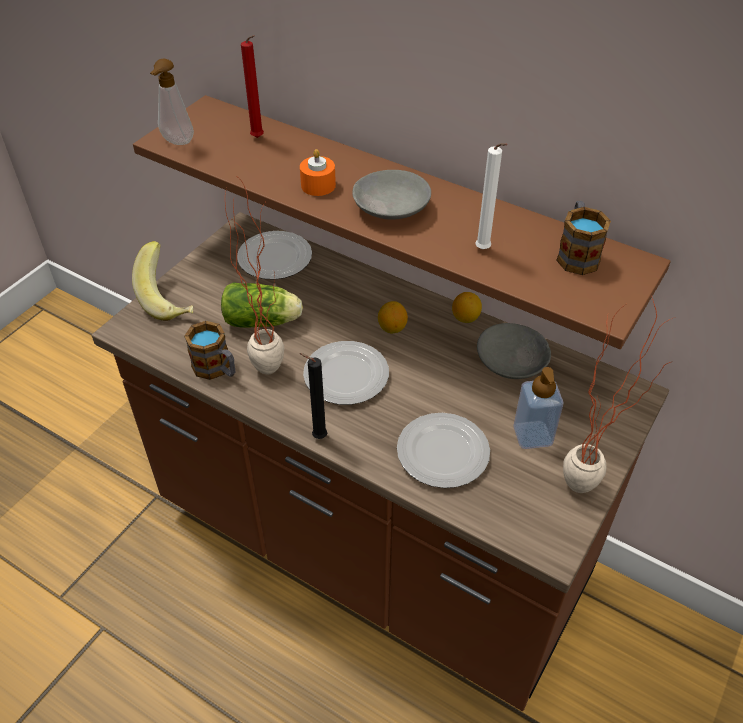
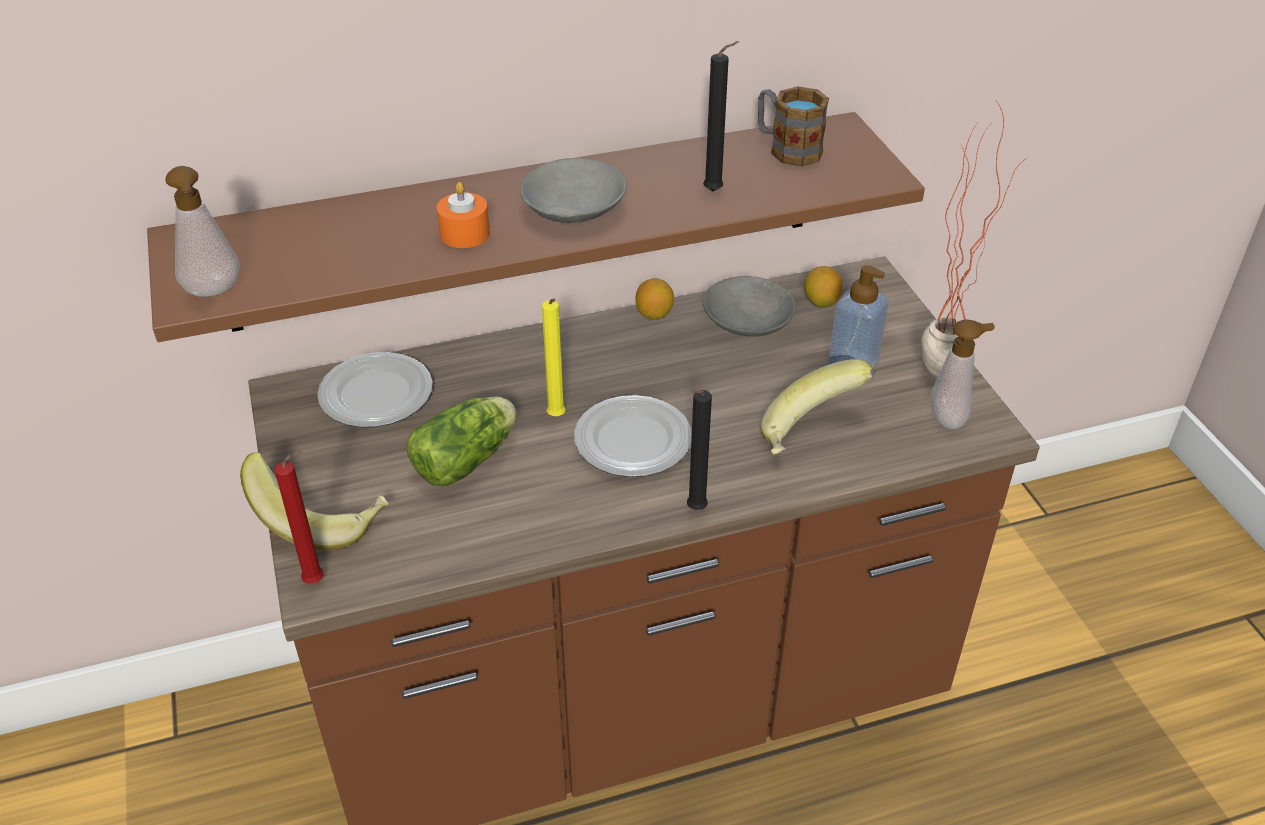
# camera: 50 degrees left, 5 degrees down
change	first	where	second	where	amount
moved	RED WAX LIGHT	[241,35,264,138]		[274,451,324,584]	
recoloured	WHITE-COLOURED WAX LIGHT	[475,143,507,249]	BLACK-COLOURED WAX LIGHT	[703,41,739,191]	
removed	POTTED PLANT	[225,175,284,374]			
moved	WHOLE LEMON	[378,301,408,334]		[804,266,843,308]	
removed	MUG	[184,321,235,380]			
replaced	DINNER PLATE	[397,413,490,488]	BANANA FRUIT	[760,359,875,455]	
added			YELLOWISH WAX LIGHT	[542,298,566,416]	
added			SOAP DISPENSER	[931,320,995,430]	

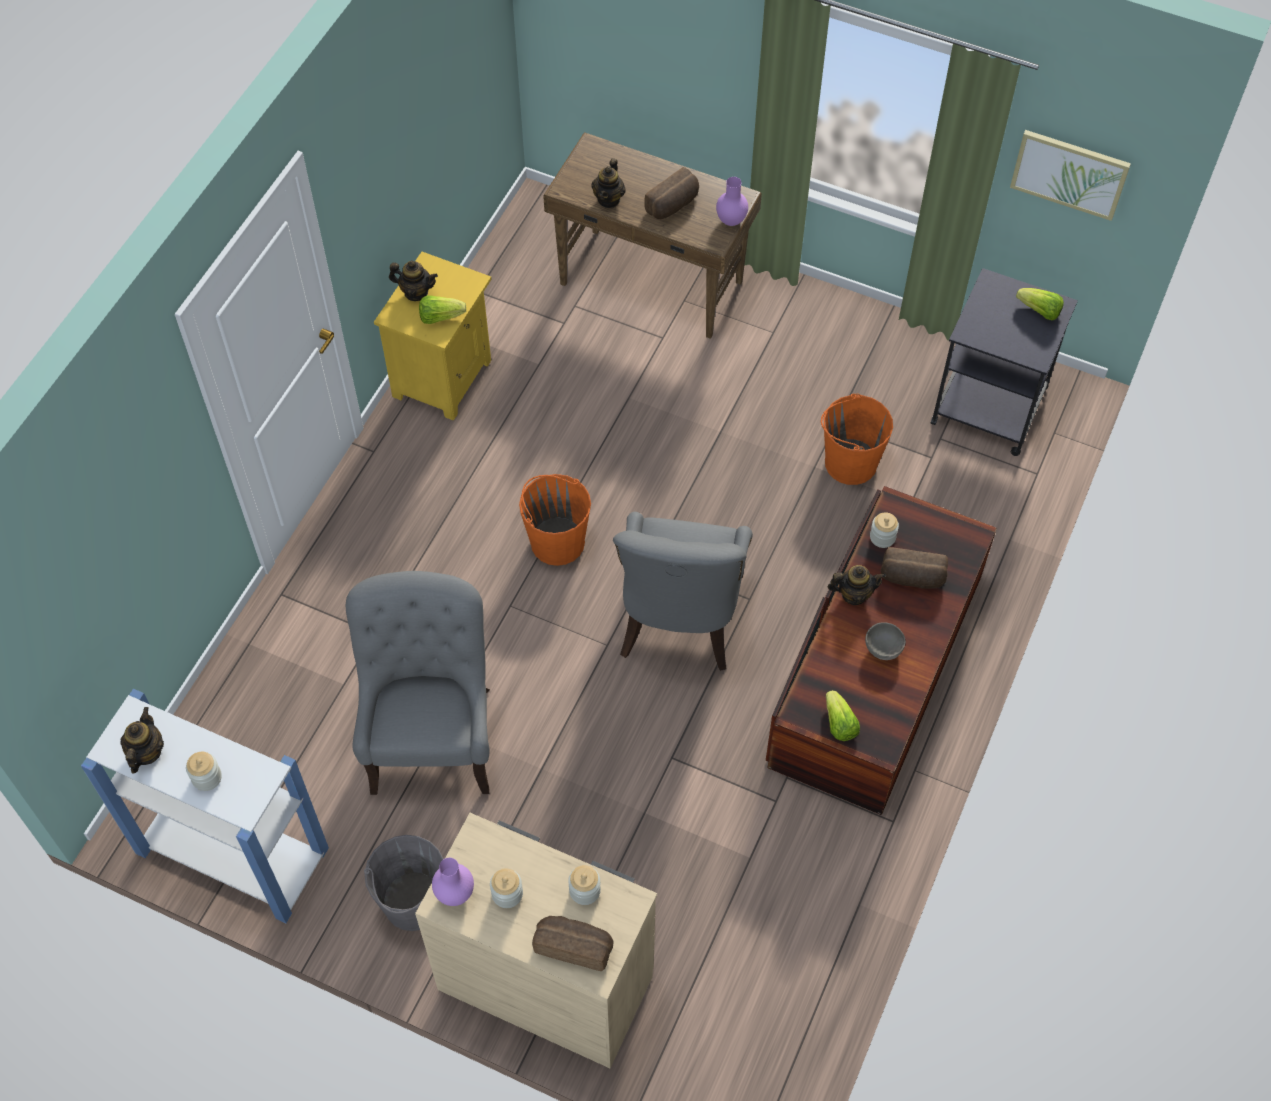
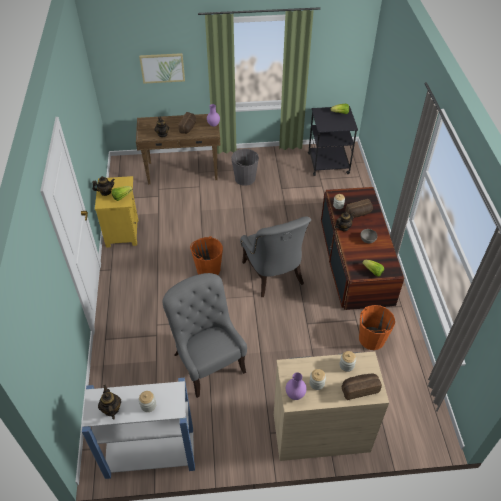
# camera: 30 degrees left, 10 degrees down
change	first	where	second	where	amount
moved	PICTURE	[1010,130,1131,221]		[139,53,185,84]	
moved	ORANGE-COLOURED BUCKET	[821,394,893,485]		[359,305,395,350]	
moved	GRAY BUCKET	[364,835,443,931]		[231,149,259,186]	

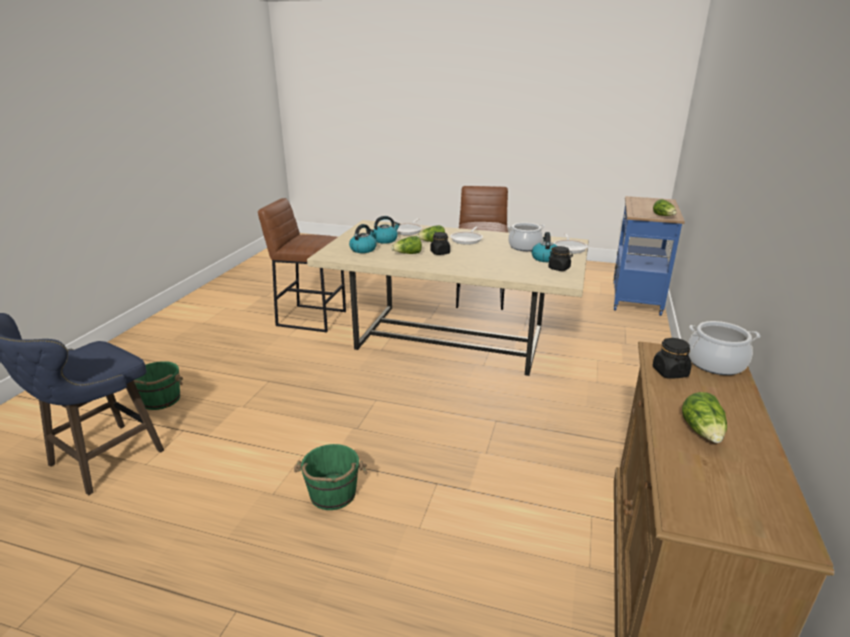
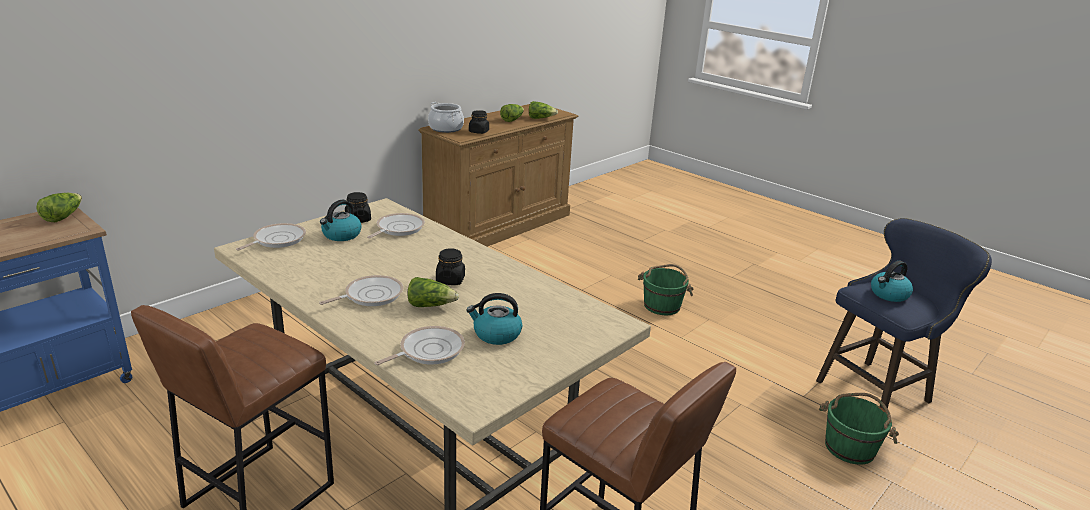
# camera: 155 degrees left, 0 degrees up
change	first	where	second	where	amount
removed	STOCKPOT	[508,223,545,251]			
moved	WATER KETTLE	[349,224,377,253]		[871,261,913,302]	
moved	LETTUCE	[391,236,422,254]		[529,101,558,119]	
added			PAN	[367,213,425,238]	

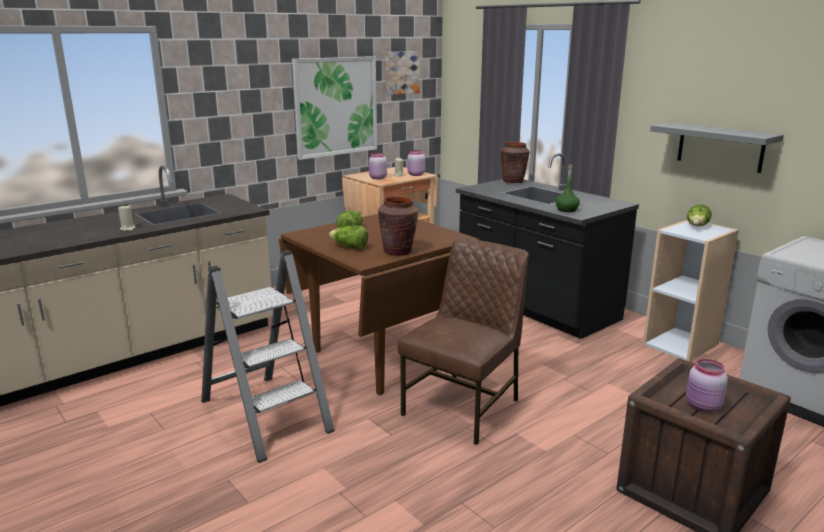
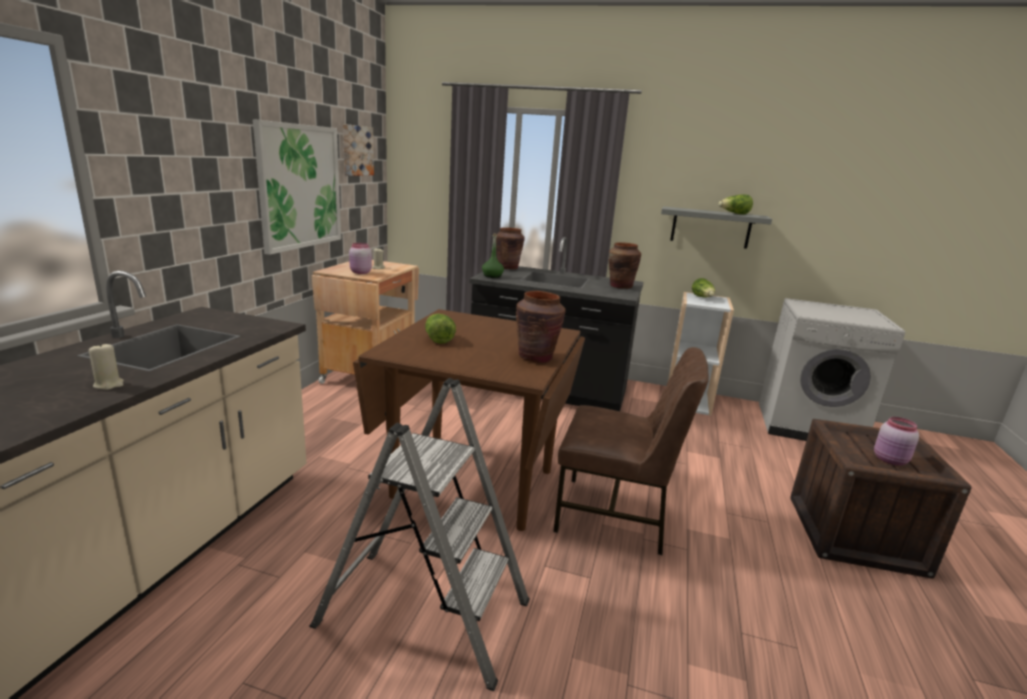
# camera: 35 degrees left, 0 degrees up
change	first	where	second	where	amount
removed	PINK JAR	[407,150,425,176]			
moved	GREEN-COLOURED BEVERAGE BOTTLE	[556,165,580,212]		[482,234,504,278]	
moved	LETTUCE	[329,225,368,249]		[718,194,753,214]	
turned	BROWN UPRIGHT CHAIR	[398,238,529,445]		[553,347,709,555]	105 degrees clockwise
added			BROWN VASE	[609,242,641,289]	

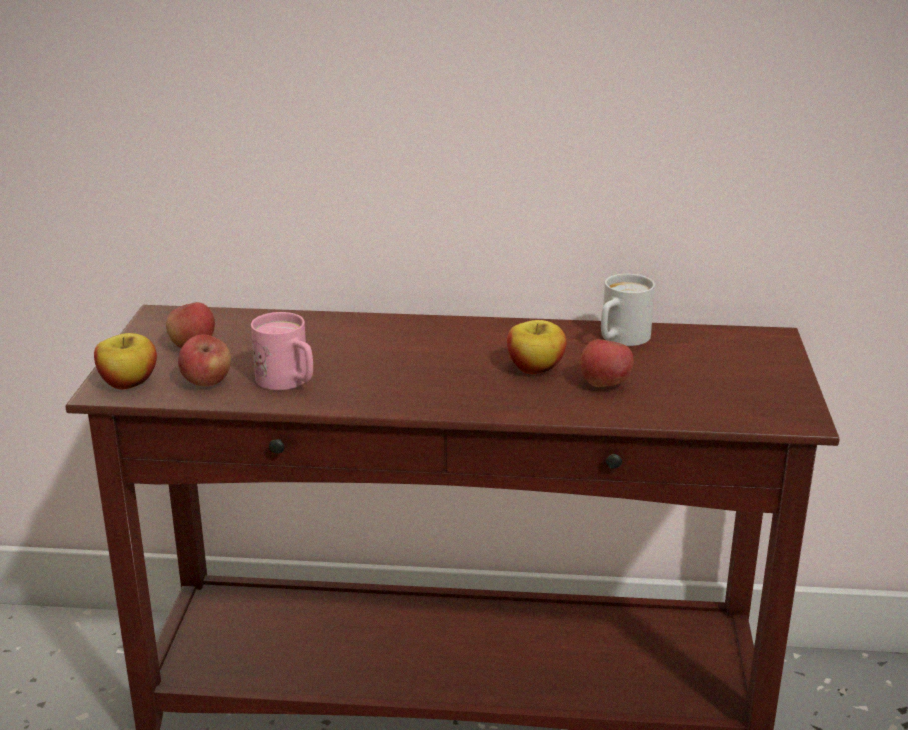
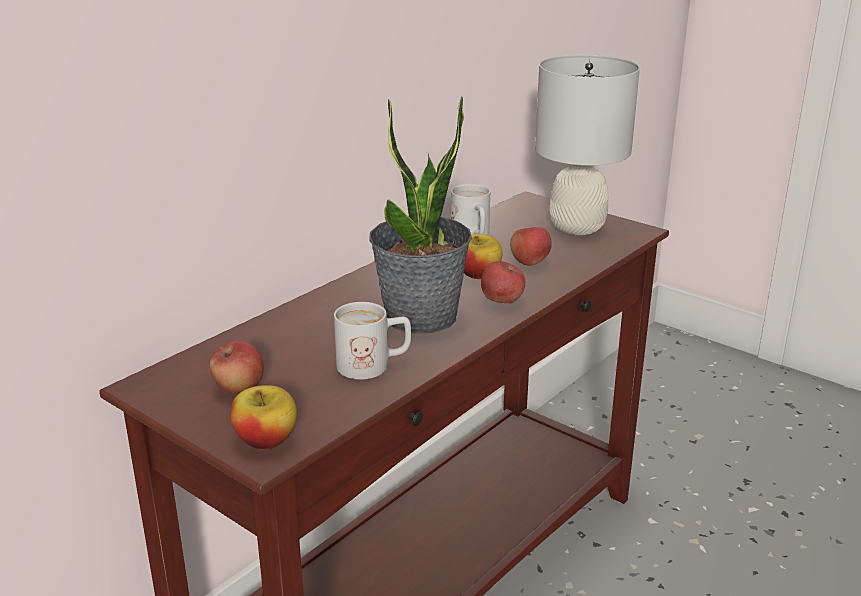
# camera: 55 degrees left, 0 degrees up
change	first	where	second	where	amount
recoloured	PINK MUG	[251,312,313,390]	WHITE-COLOURED MUG	[334,302,411,380]	
moved	APPLE	[178,334,231,386]		[481,261,525,303]	
added			GRAY TABLE LAMP	[535,54,640,236]	
added			POTTED PLANT	[369,96,472,334]	

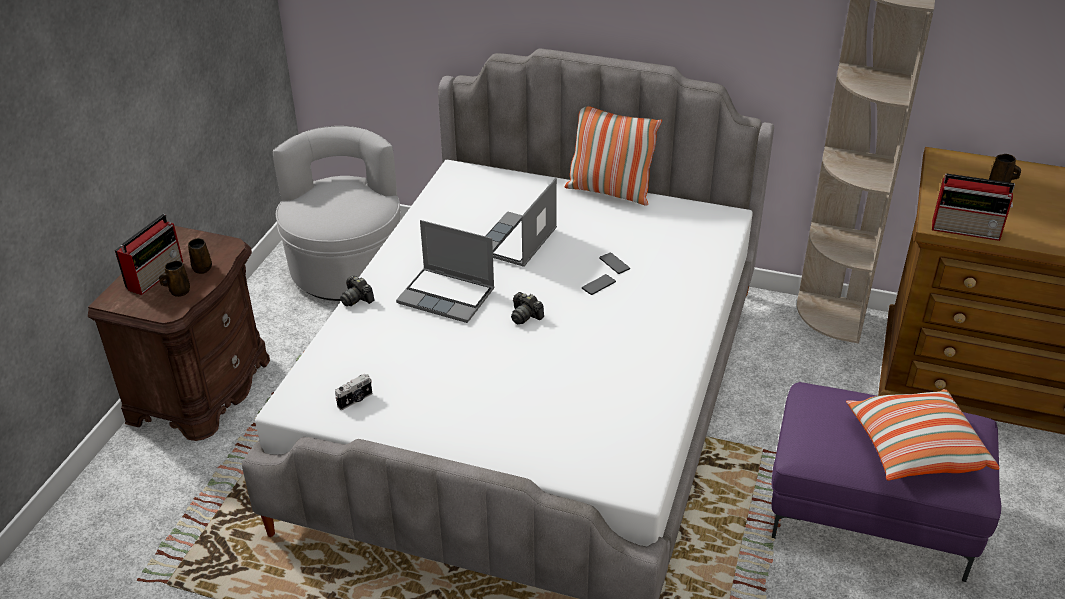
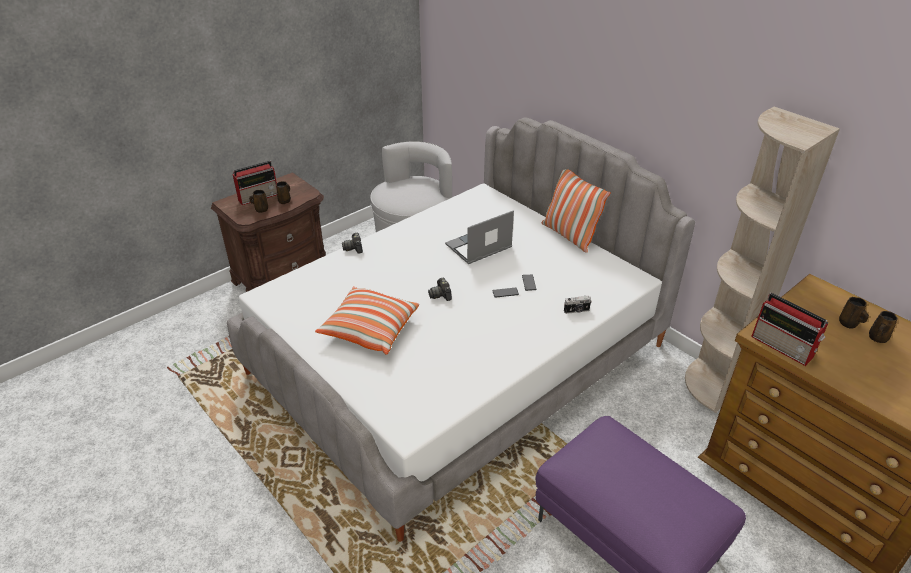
# camera: 30 degrees right, 0 degrees up
change	first	where	second	where	amount
removed	PORTABLE COMPUTER	[396,220,495,323]			
moved	PHOTO CAMERA	[335,374,372,410]		[564,296,592,314]	
moved	CUSHION	[846,389,999,481]		[315,287,419,355]	
added			BROWN MUG	[869,311,898,343]	

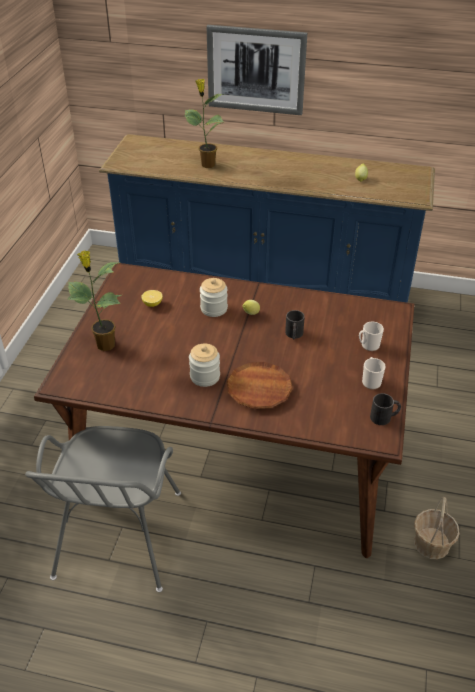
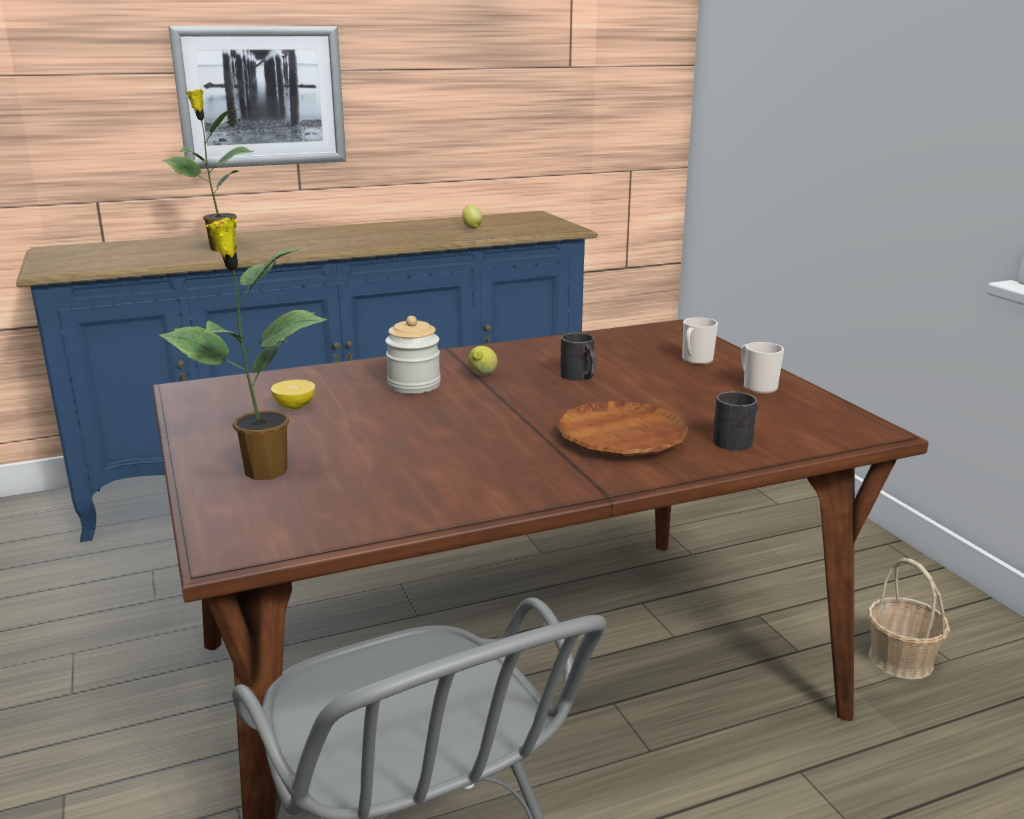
# camera: 35 degrees left, 20 degrees down
change	first	where	second	where	amount
removed	JAR	[189,344,220,387]			
moved	BLACK-COLOURED MUG	[370,393,401,425]		[713,392,758,450]	

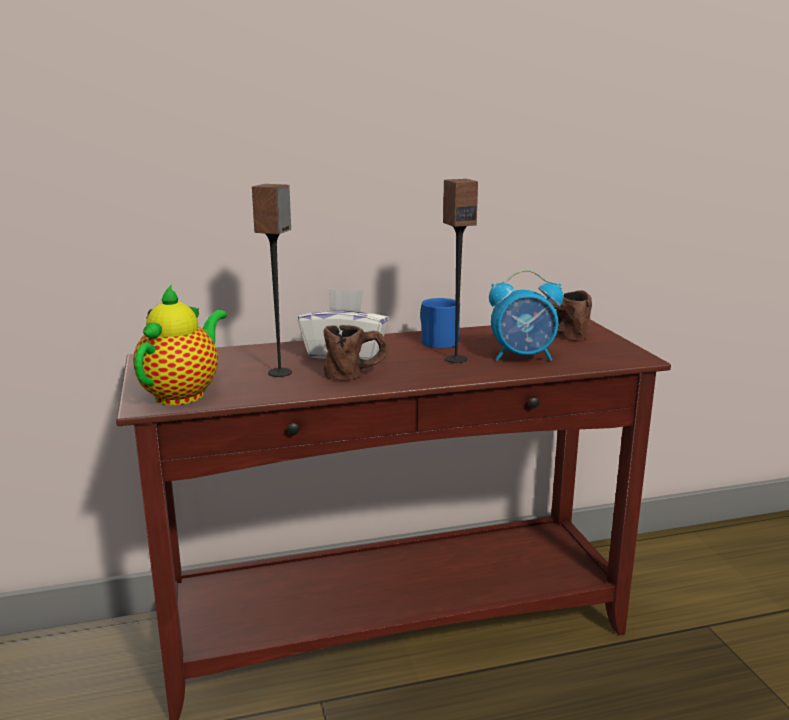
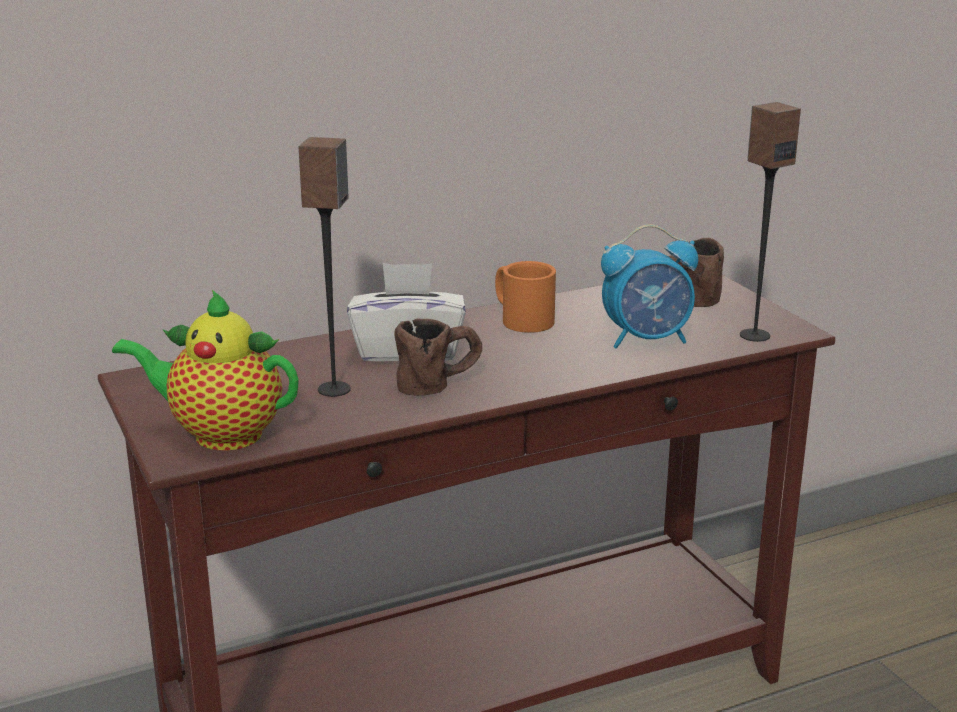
# camera: 10 degrees left, 5 degrees up
change	first	where	second	where	amount
moved	AUDIO SPEAKER	[443,179,478,363]		[740,102,801,342]	
turned	POT FOR TEA	[133,284,227,405]		[112,290,299,450]	90 degrees counterclockwise
recoloured	BLUE-COLOURED MUG	[420,298,460,348]	ORANGE-COLOURED MUG	[495,261,556,333]	

